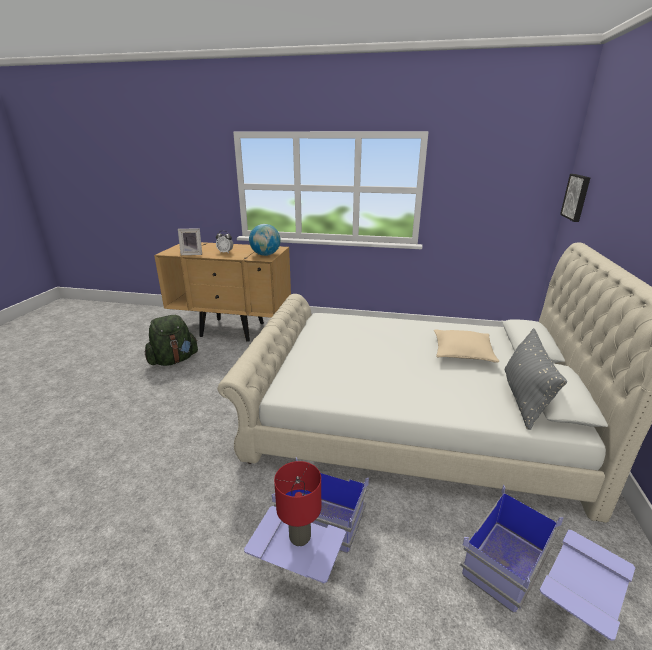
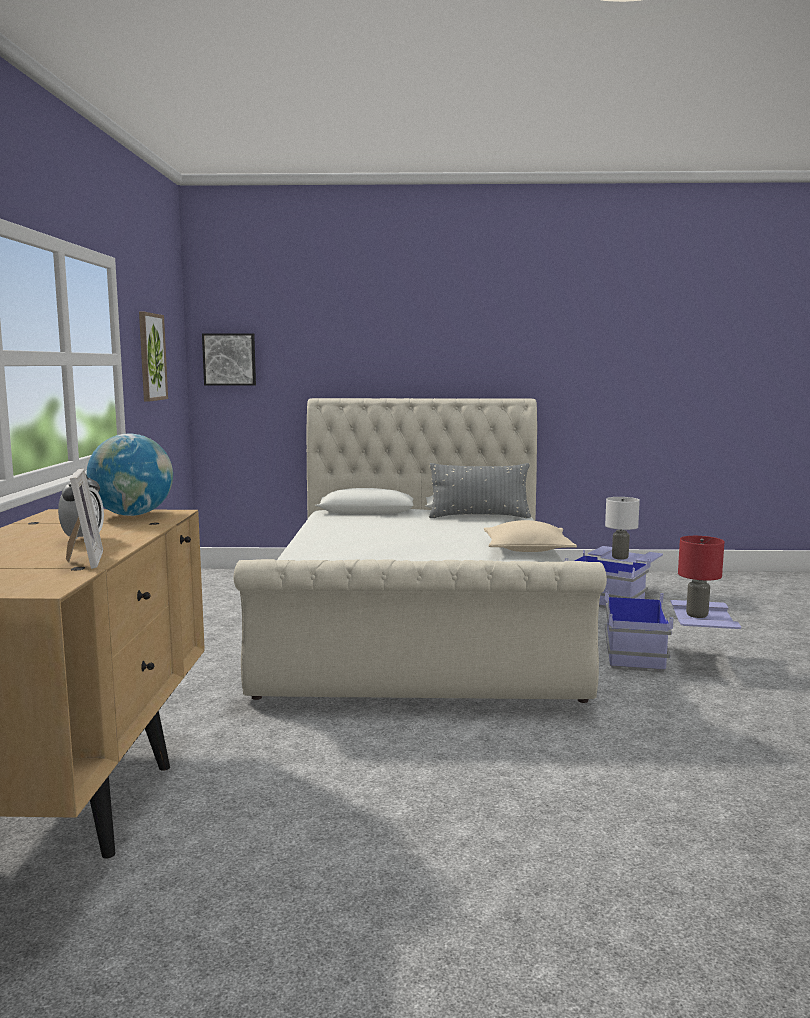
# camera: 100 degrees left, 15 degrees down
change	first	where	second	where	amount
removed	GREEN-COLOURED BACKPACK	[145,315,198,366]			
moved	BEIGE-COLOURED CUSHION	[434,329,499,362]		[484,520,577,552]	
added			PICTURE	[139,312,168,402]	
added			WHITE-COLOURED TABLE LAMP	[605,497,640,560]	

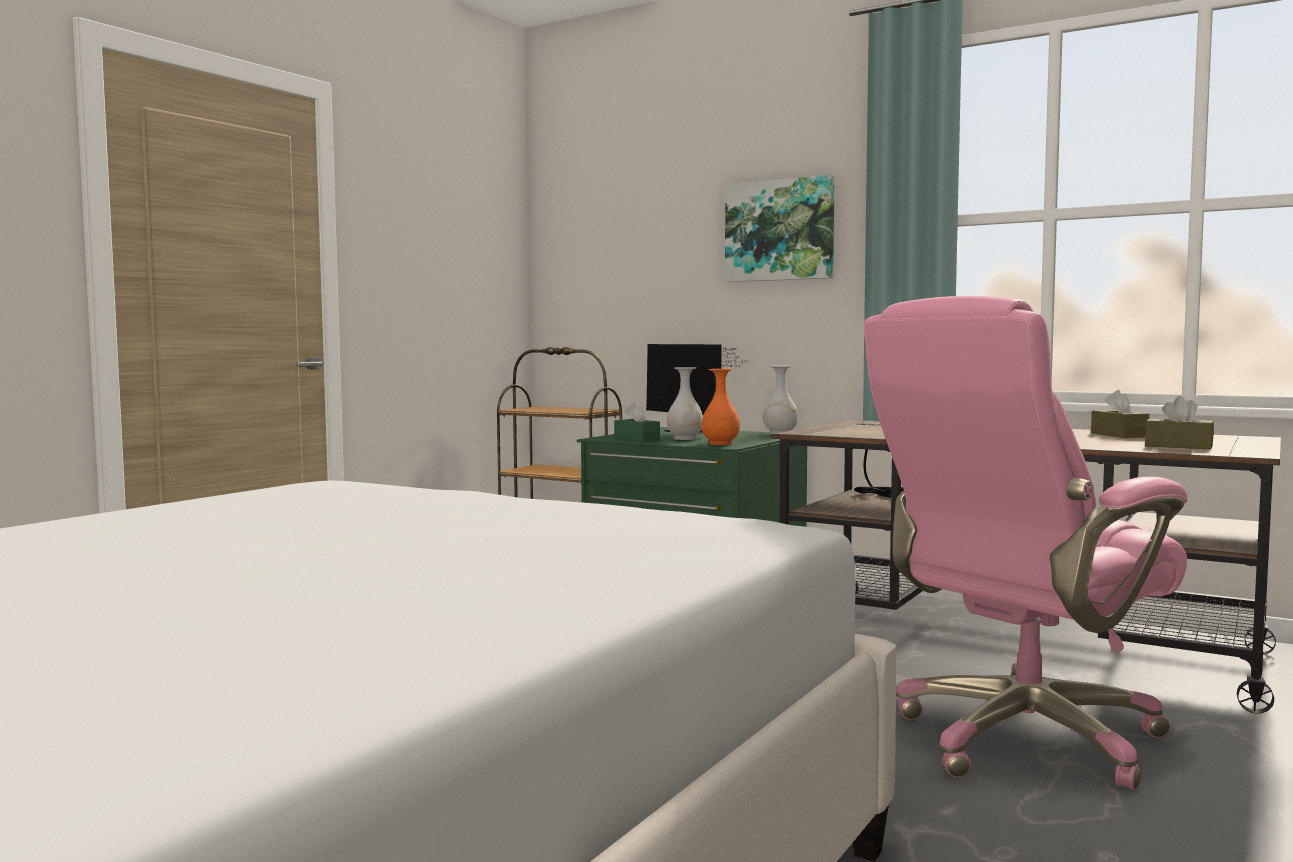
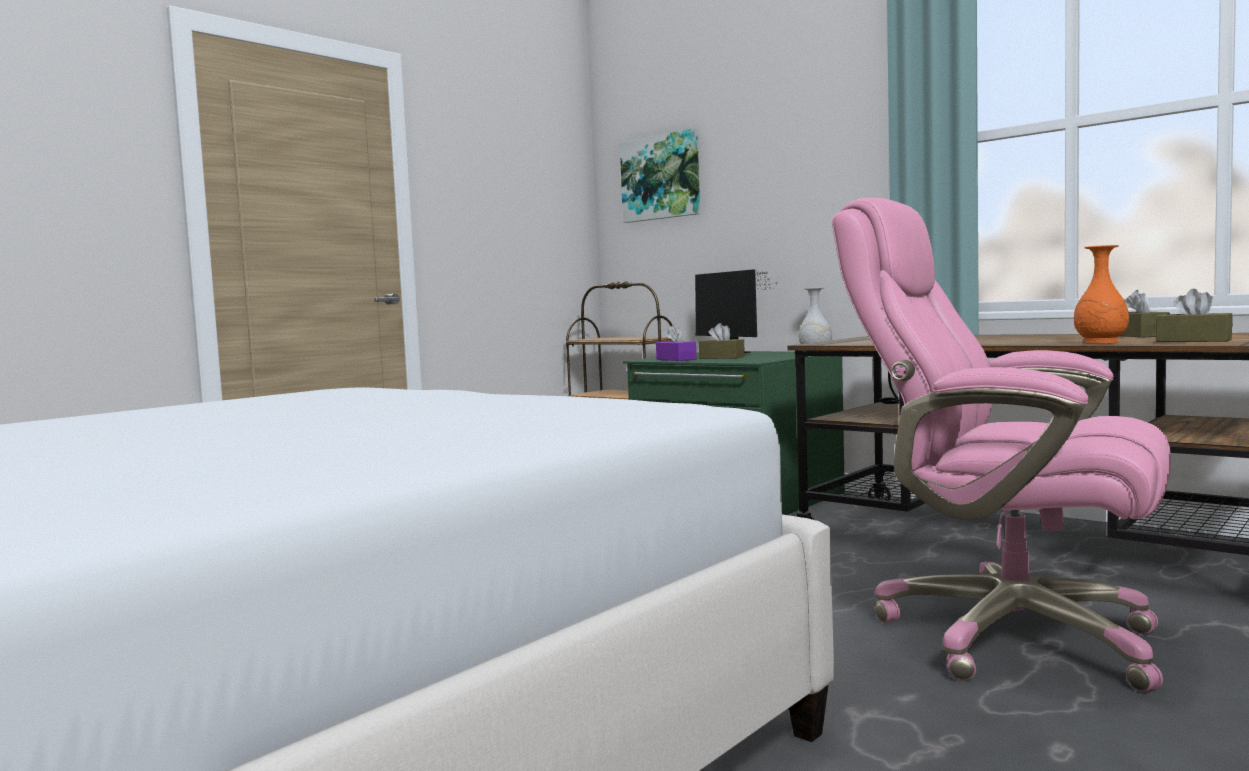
# camera: 10 degrees right, 0 degrees up
change	first	where	second	where	amount
moved	PICTURE	[725,175,835,282]		[620,128,700,223]	
turned	PINK OFFICE CHAIR	[864,296,1188,790]		[832,198,1171,692]	60 degrees clockwise
replaced	WHITE-COLOURED VASE	[667,367,703,440]	BROWN TISSUE BOX	[699,323,745,359]	
moved	ORANGE-COLOURED VASE	[702,369,740,445]		[1074,245,1129,344]	
recoloured	GREEN-COLOURED TISSUE BOX	[614,402,660,442]	PURPLE-COLOURED TISSUE BOX	[656,325,697,361]	

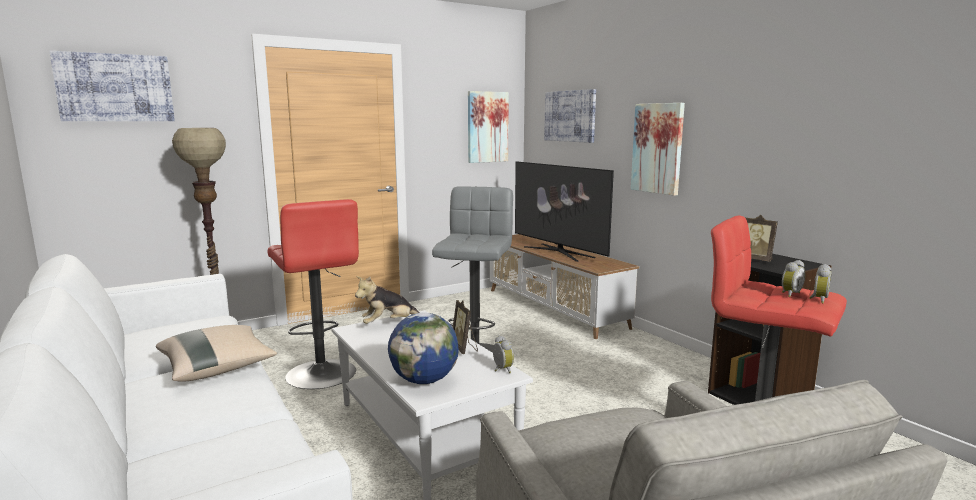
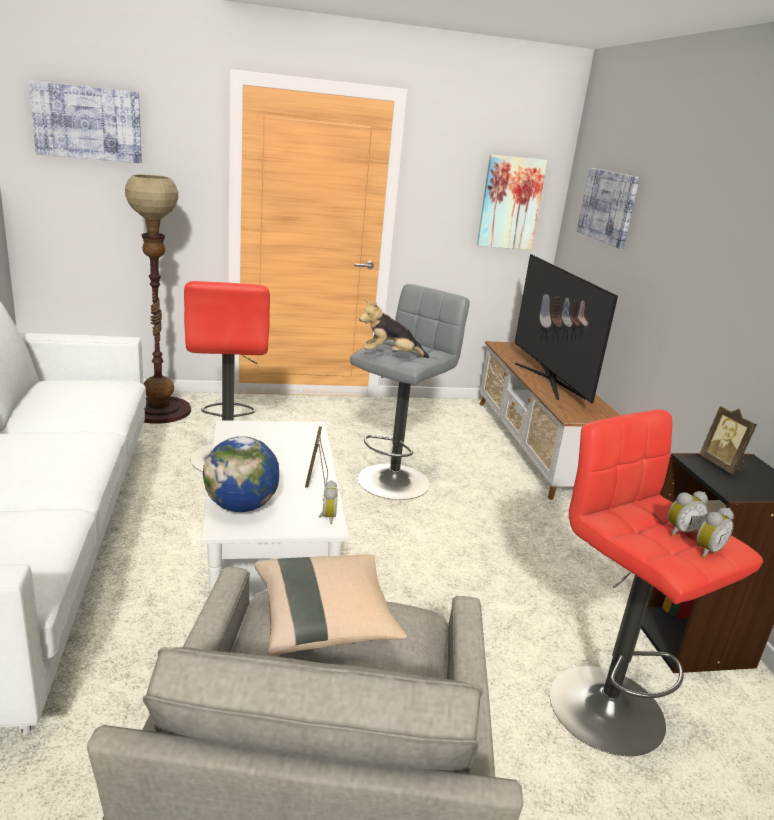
# camera: 20 degrees right, 10 degrees up
change	first	where	second	where	amount
removed	PICTURE	[631,103,685,196]			
moved	PLUSH TOY	[355,276,419,324]		[359,299,429,358]	
moved	BEIGE-COLOURED CUSHION	[156,325,277,382]		[254,554,407,656]	

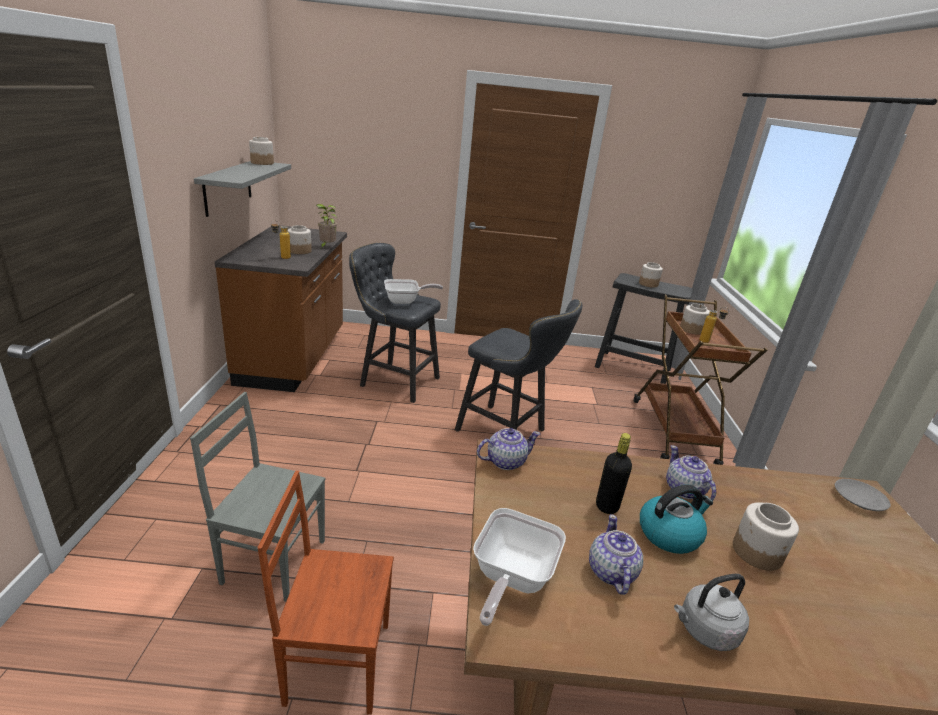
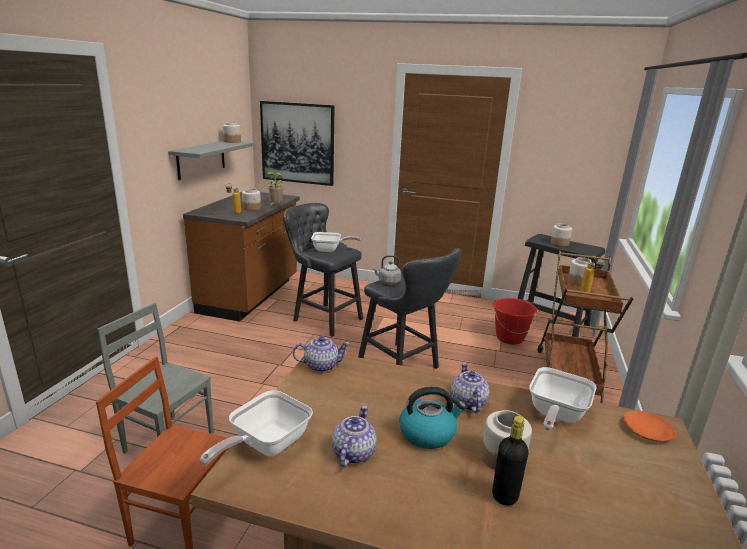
# camera: 15 degrees right, 5 degrees down
change	first	where	second	where	amount
moved	BLACK-COLOURED BEVERAGE BOTTLE	[596,433,632,514]		[492,416,528,506]	
recoloured	GRAY DINNER PLATE	[835,479,891,511]	ORANGE-COLOURED DINNER PLATE	[623,411,676,442]	
moved	GRAY WATER KETTLE	[674,574,749,651]		[372,255,401,284]	
added			PICTURE	[260,101,335,186]	
added			RED BUCKET	[493,298,537,345]	
added			PAN	[529,367,596,431]	

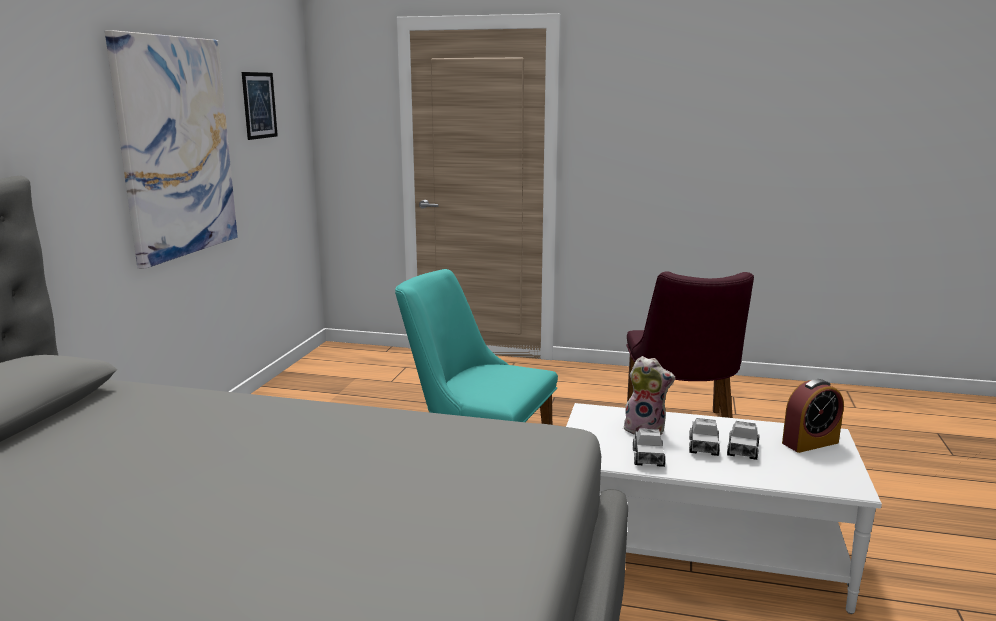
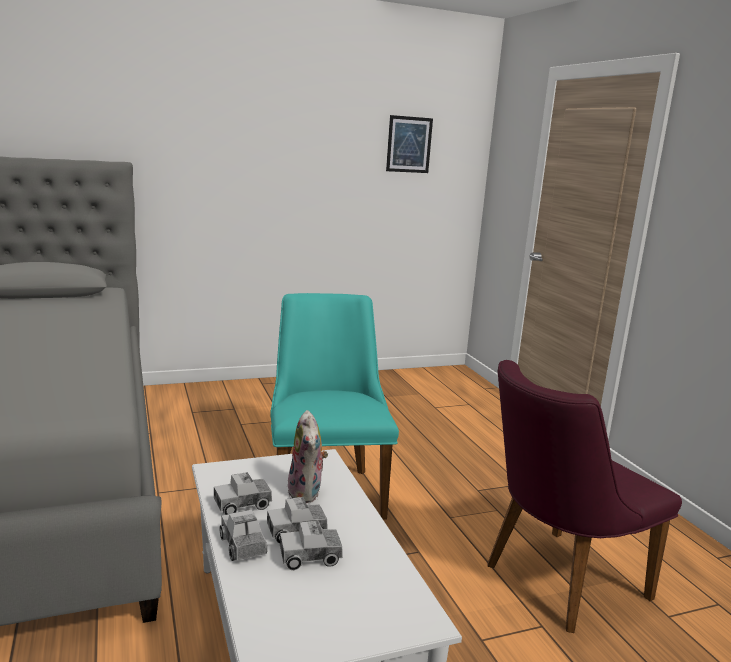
# camera: 55 degrees right, 0 degrees up
change	first	where	second	where	amount
removed	PICTURE	[105,30,238,269]			
removed	BEDSIDE CLOCK	[782,379,844,453]			
added			TOY TRUCK	[220,510,268,561]	

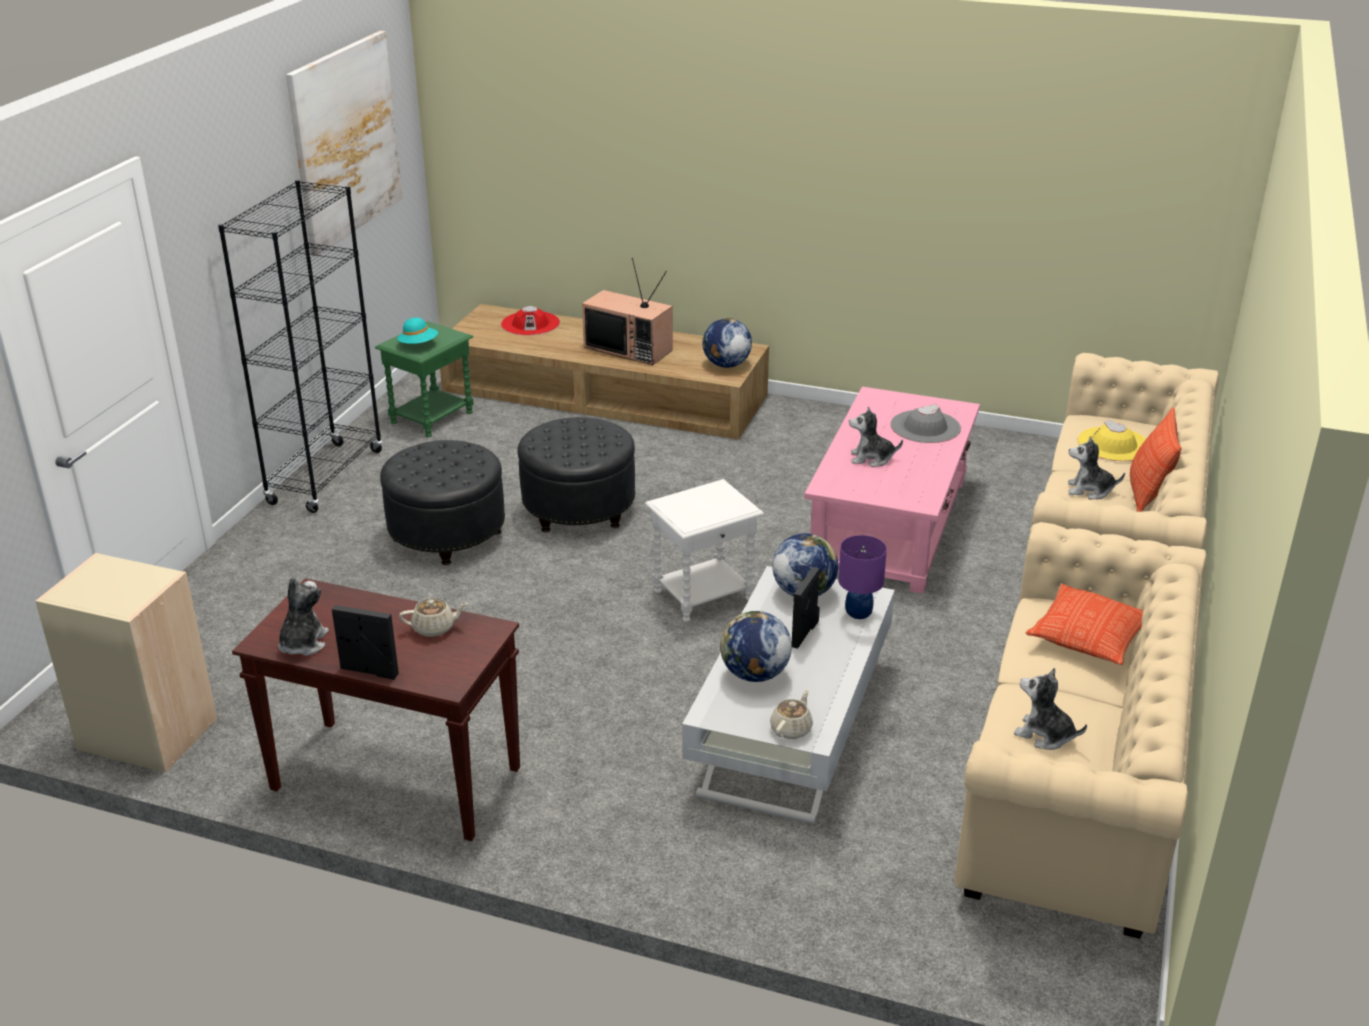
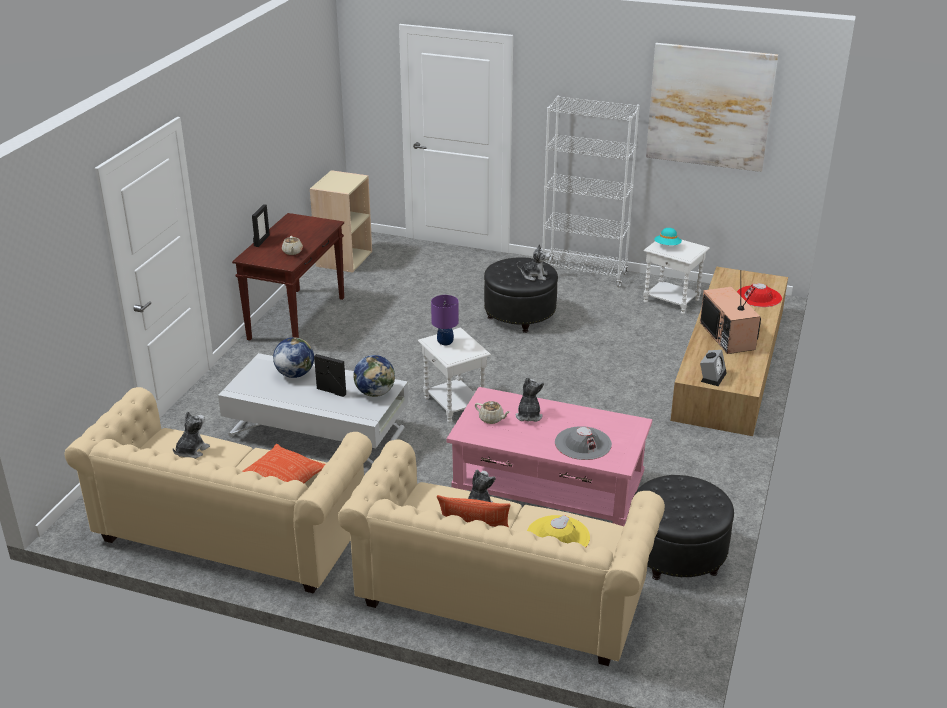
# camera: 90 degrees right, 0 degrees up
change	first	where	second	where	amount
recoloured	BLACK-COLOURED SHELVING UNIT	[218,180,383,513]	WHITE-COLOURED SHELVING UNIT	[542,96,640,287]	
turned	TV SET	[582,258,673,365]		[700,270,761,354]	45 degrees counterclockwise
replaced	WORLD GLOBE	[702,318,752,368]	BEDSIDE CLOCK	[700,350,727,386]	
recoloured	GREEN-COLOURED SIDE TABLE	[375,321,474,437]	WHITE-COLOURED SIDE TABLE	[643,240,710,314]	
moved	BLACK-COLOURED OTTOMAN	[518,417,635,532]		[634,475,734,580]	
moved	PURPLE-COLOURED TABLE LAMP	[838,535,887,619]		[431,295,459,346]	
moved	PLUSH TOY	[278,577,329,656]		[517,244,550,281]	
moved	BEIGE-COLOURED POT FOR TEA	[770,689,813,739]		[475,401,510,424]	

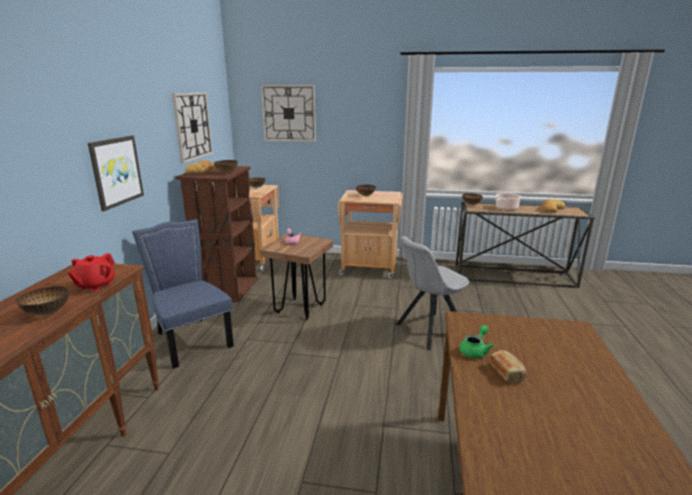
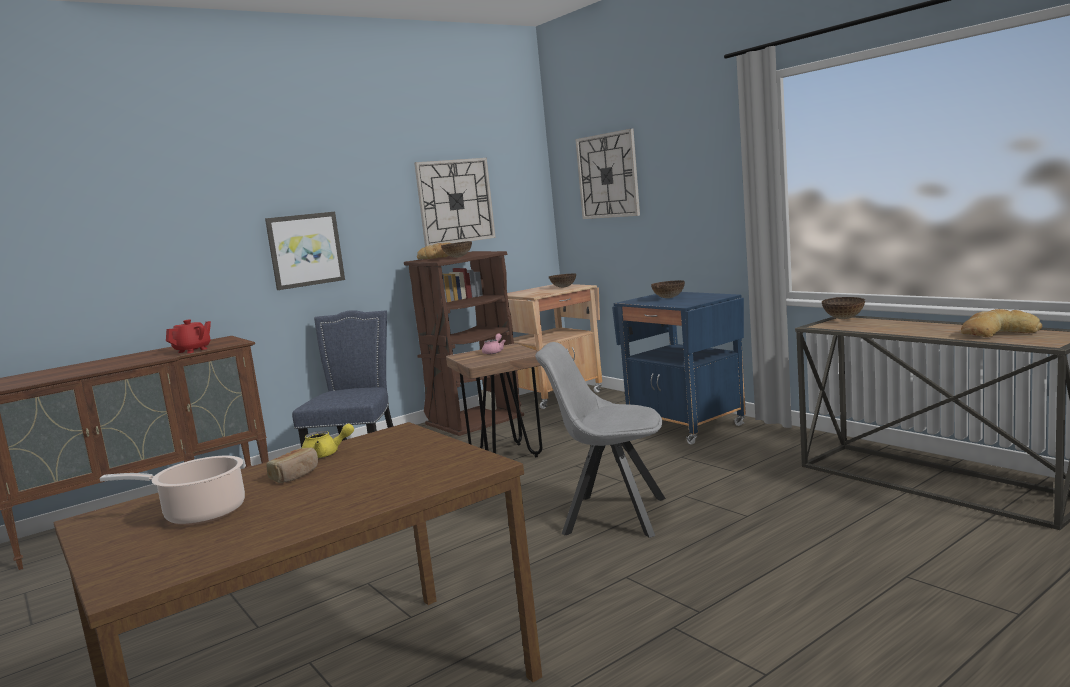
# camera: 45 degrees right, 10 degrees down
change	first	where	second	where	amount
recoloured	BROWN CART	[338,190,403,278]	BLUE-COLOURED CART	[612,292,746,445]	
moved	STOCKPOT	[495,193,521,211]		[100,456,245,525]	
turned	RED POT FOR TEA	[67,253,115,292]		[166,320,211,353]	150 degrees clockwise
removed	BOWL	[16,286,69,316]			
recoloured	GREEN-COLOURED POT FOR TEA	[459,325,494,358]	YELLOWISH POT FOR TEA	[302,424,354,458]	

